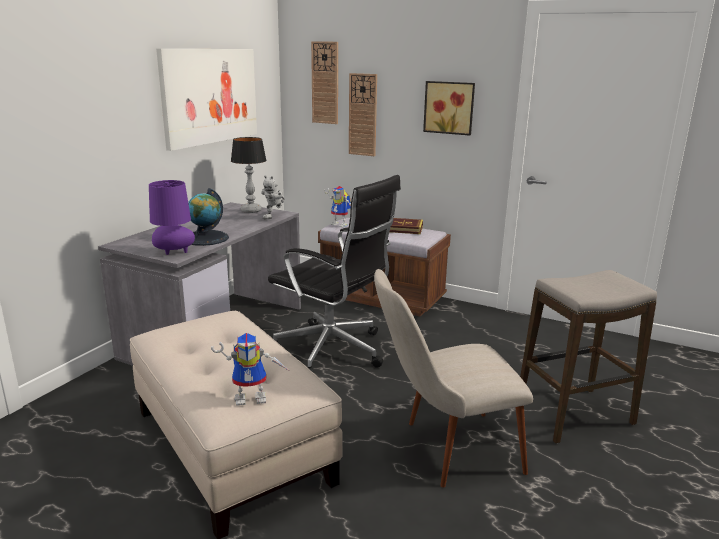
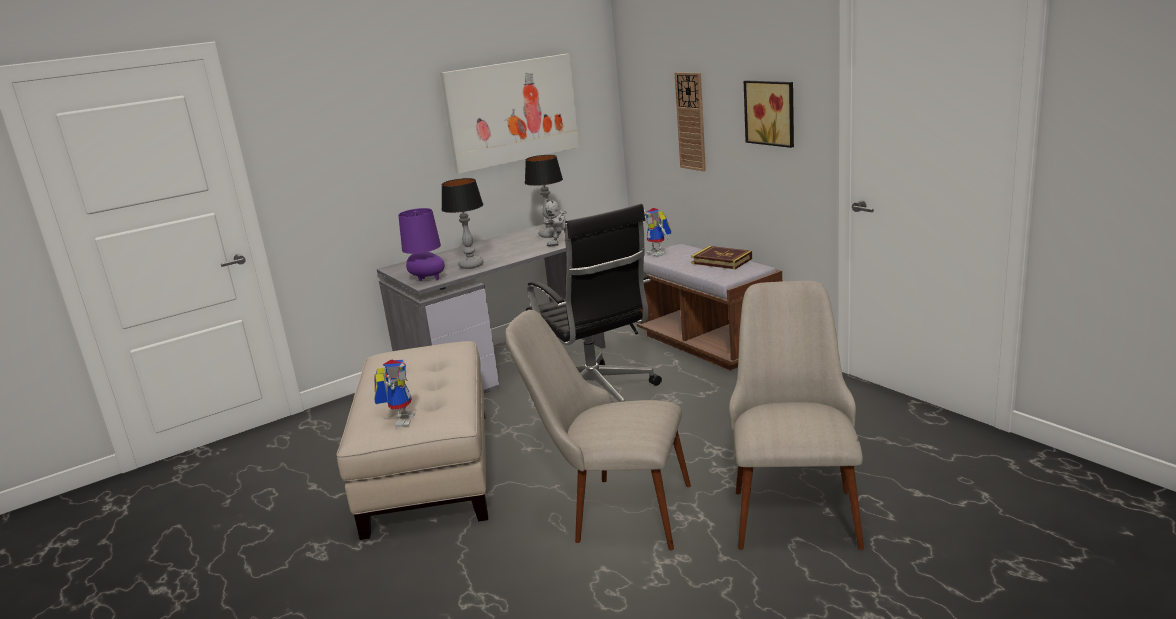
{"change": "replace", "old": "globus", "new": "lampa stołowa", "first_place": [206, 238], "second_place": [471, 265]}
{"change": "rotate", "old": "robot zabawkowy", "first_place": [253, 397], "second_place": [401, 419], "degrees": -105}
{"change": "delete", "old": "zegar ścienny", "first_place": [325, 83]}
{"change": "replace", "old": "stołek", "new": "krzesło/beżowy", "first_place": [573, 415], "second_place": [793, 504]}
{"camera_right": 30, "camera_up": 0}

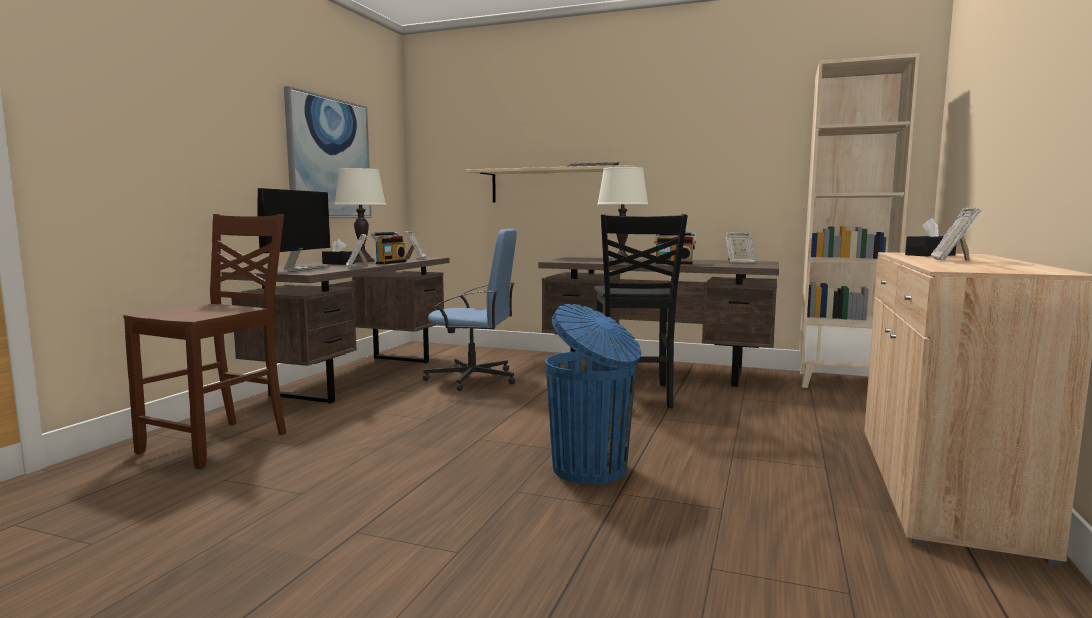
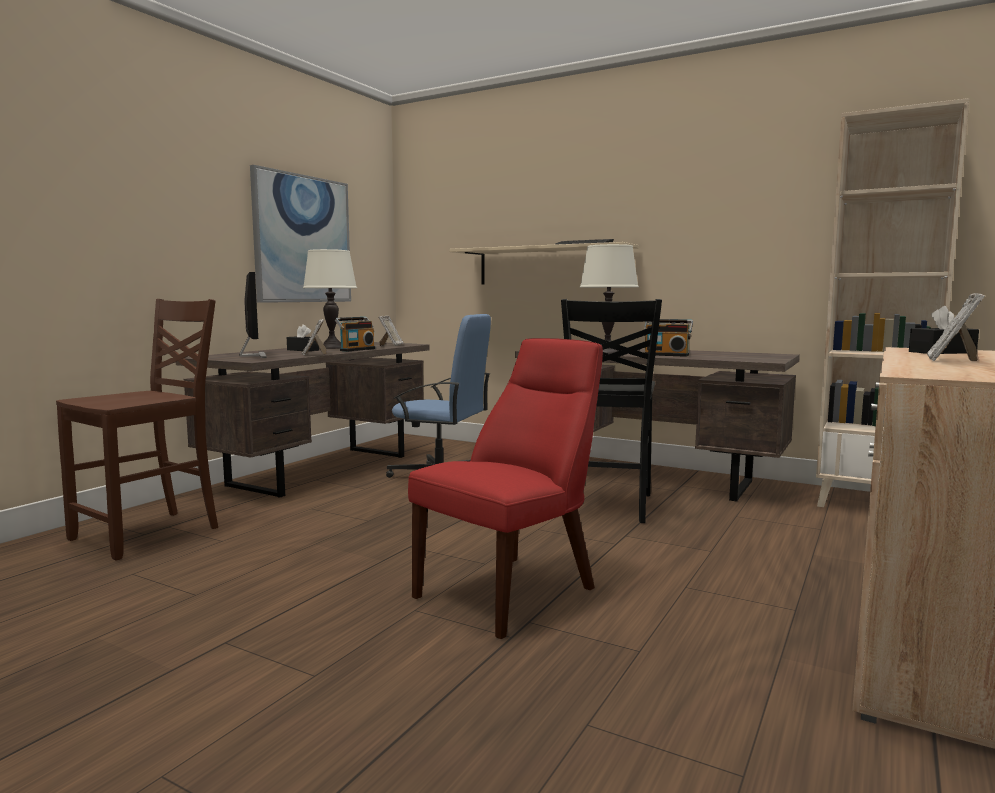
{"change": "rotate", "old": "monitor", "first_place": [298, 269], "second_place": [252, 355], "degrees": -45}
{"change": "replace", "old": "kosz na śmieci/niebieski", "new": "krzesło/czerwony", "first_place": [592, 469], "second_place": [512, 590]}
{"change": "delete", "old": "ramka na zdjęcie", "first_place": [739, 263]}
{"camera_right": 10, "camera_up": 0}

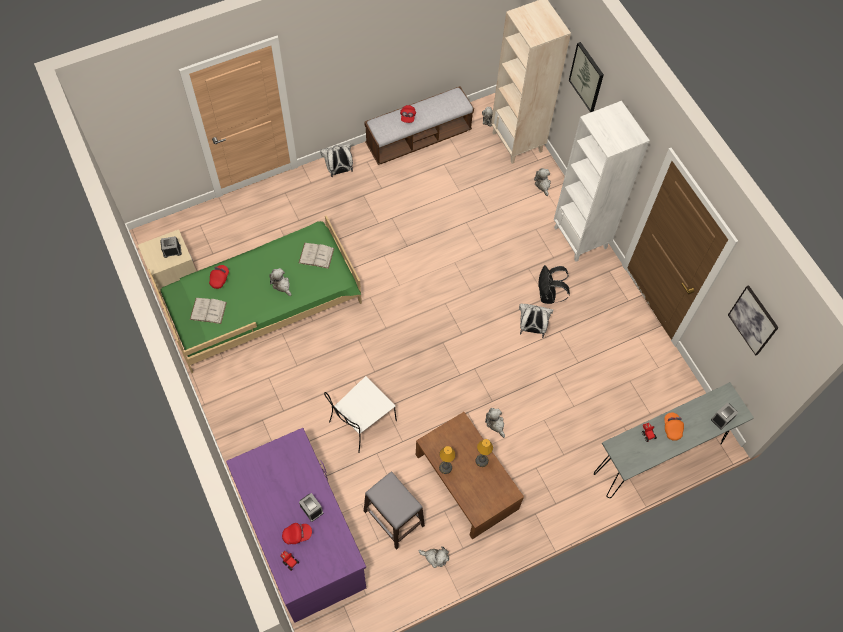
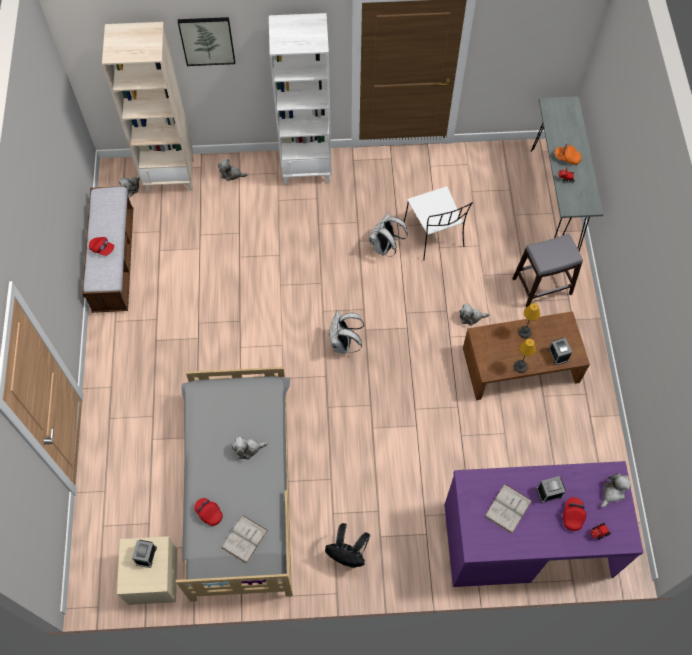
{"change": "recolor", "old": "łóżko/zielony", "new": "łóżko/szary", "first_place": [263, 303], "second_place": [239, 488]}
{"change": "move", "old": "książka/biały", "first_place": [316, 255], "second_place": [508, 508]}
{"change": "move", "old": "plecak/biały", "first_place": [339, 171], "second_place": [343, 344]}
{"change": "move", "old": "krzesło/biały", "first_place": [361, 422], "second_place": [434, 235]}
{"change": "move", "old": "stołek/szary", "first_place": [394, 518], "second_place": [541, 286]}
{"change": "move", "old": "pluszak", "first_place": [435, 557], "second_place": [612, 492]}
{"change": "move", "old": "plecak/czarny", "first_place": [548, 295], "second_place": [348, 555]}
{"change": "move", "old": "budzik", "first_place": [722, 418], "second_place": [558, 354]}
{"change": "delete", "old": "obraz", "first_place": [753, 320]}
{"camera_right": -65, "camera_up": 0}

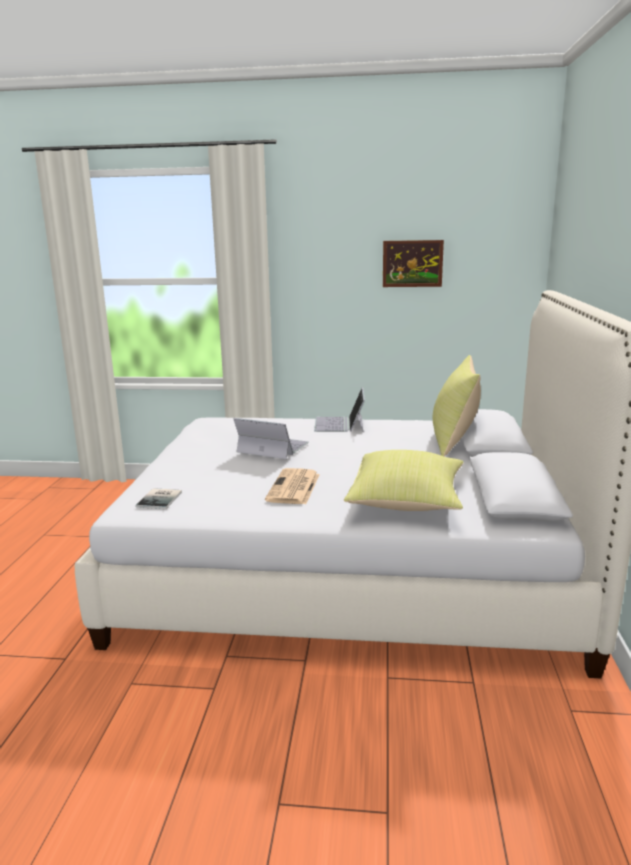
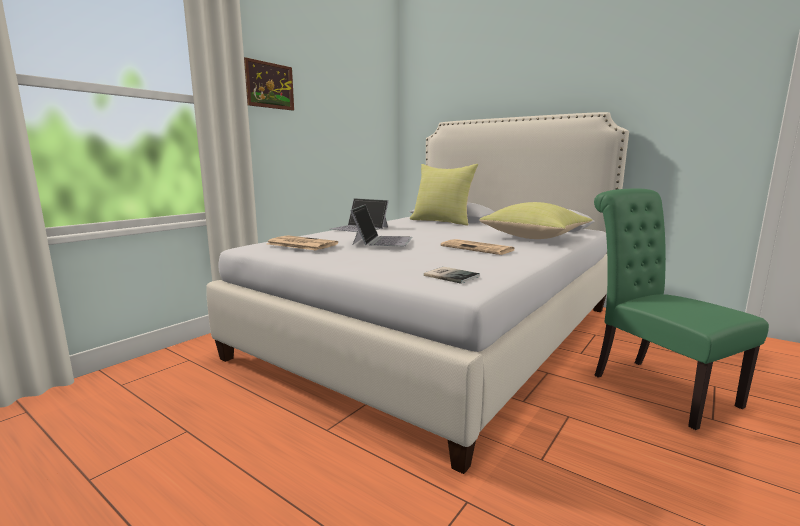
{"change": "rotate", "old": "laptop", "first_place": [272, 447], "second_place": [382, 240], "degrees": 135}
{"change": "move", "old": "obraz", "first_place": [412, 263], "second_place": [269, 85]}
{"change": "insert", "new": "gazeta", "second_place": [300, 244]}
{"change": "insert", "new": "krzesło/zielony", "second_place": [655, 386]}
{"camera_right": -60, "camera_up": -5}

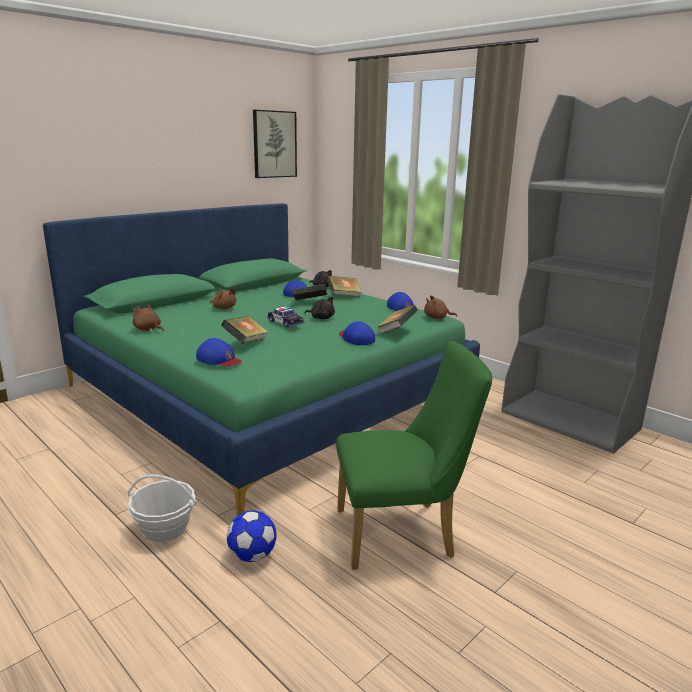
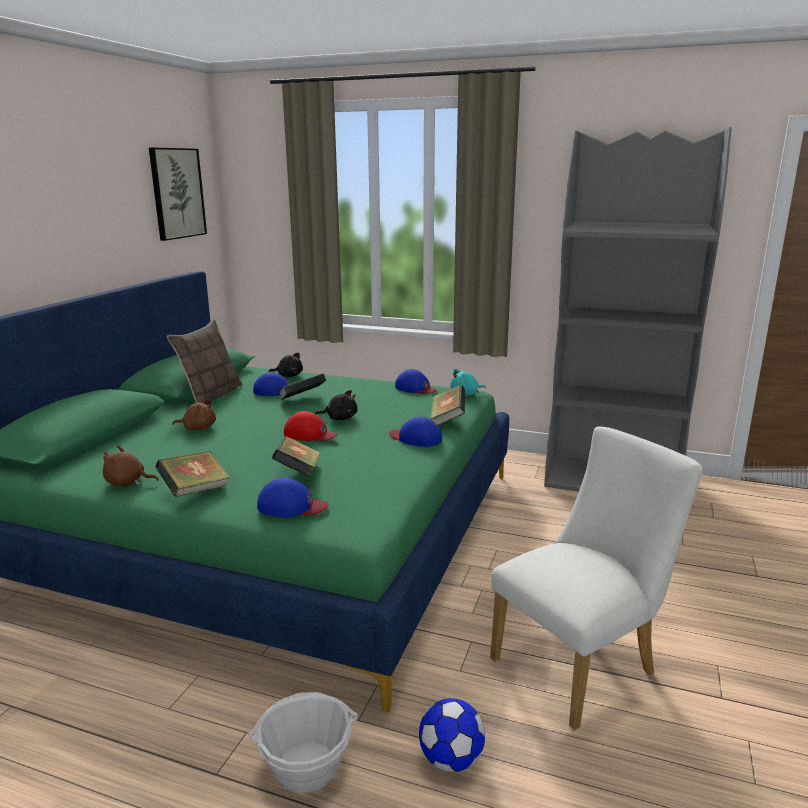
{"change": "replace", "old": "samochodzik", "new": "czapka z daszkiem/czerwony", "first_place": [285, 322], "second_place": [310, 434]}
{"change": "move", "old": "książka", "first_place": [344, 296], "second_place": [195, 491]}
{"change": "recolor", "old": "krzesło/zielony", "new": "krzesło/biały", "first_place": [403, 533], "second_place": [581, 663]}
{"change": "recolor", "old": "pluszak/brązowy", "new": "pluszak/turkusowy", "first_place": [437, 318], "second_place": [466, 394]}
{"change": "insert", "new": "poduszka", "second_place": [211, 395]}
{"camera_right": -25, "camera_up": 0}

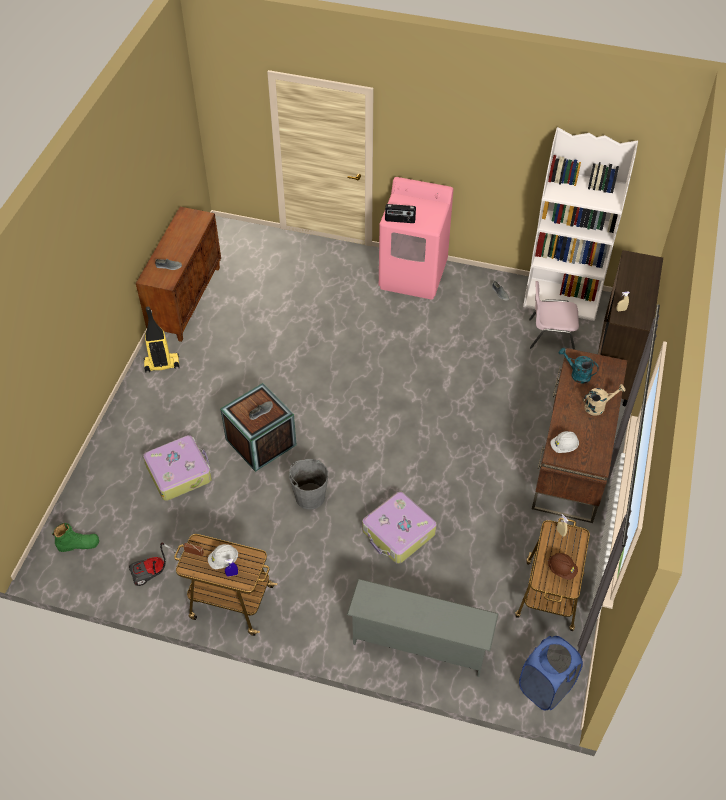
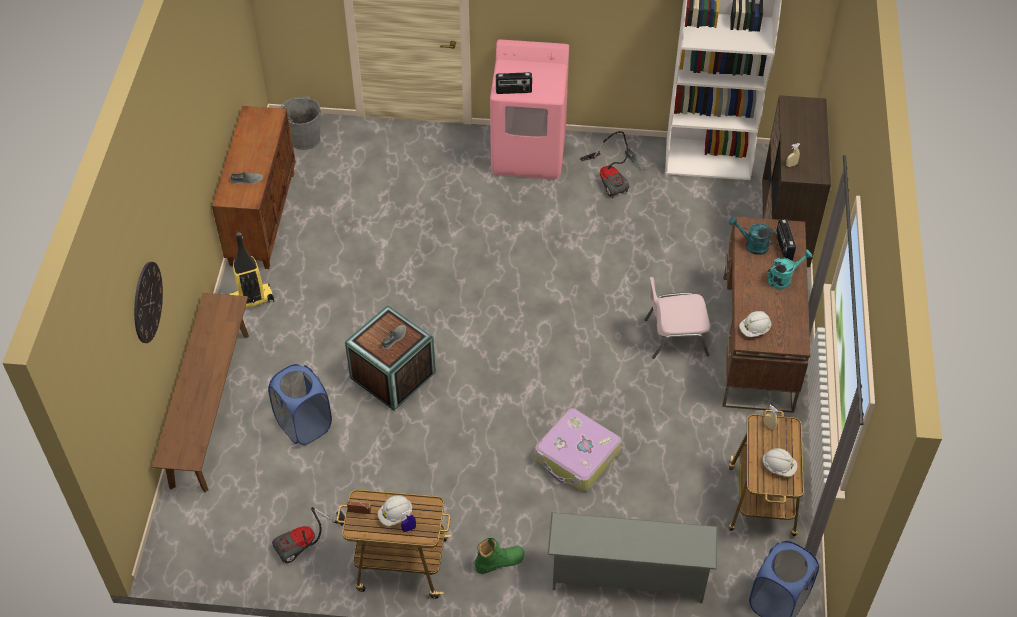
{"change": "move", "old": "but z cholewką/zielony", "first_place": [78, 544], "second_place": [499, 561]}
{"change": "replace", "old": "walizka", "new": "kosz na pranie/niebieski", "first_place": [179, 472], "second_place": [304, 424]}
{"change": "move", "old": "wiadro/szary", "first_place": [310, 496], "second_place": [304, 139]}
{"change": "move", "old": "krzesło/różowy", "first_place": [550, 334], "second_place": [674, 336]}
{"change": "recolor", "old": "kask/brązowy", "new": "kask/biały", "first_place": [561, 570], "second_place": [778, 467]}
{"change": "recolor", "old": "konewka/beżowy", "new": "konewka/turkusowy", "first_place": [598, 406], "second_place": [783, 279]}
{"change": "insert", "new": "zegar ścienny", "second_place": [147, 302]}
{"change": "insert", "new": "ławka/brązowy", "second_place": [210, 408]}
{"change": "insert", "new": "odkurzacz", "second_place": [609, 178]}
{"change": "insert", "new": "radio", "second_place": [783, 247]}
{"camera_right": -10, "camera_up": 0}

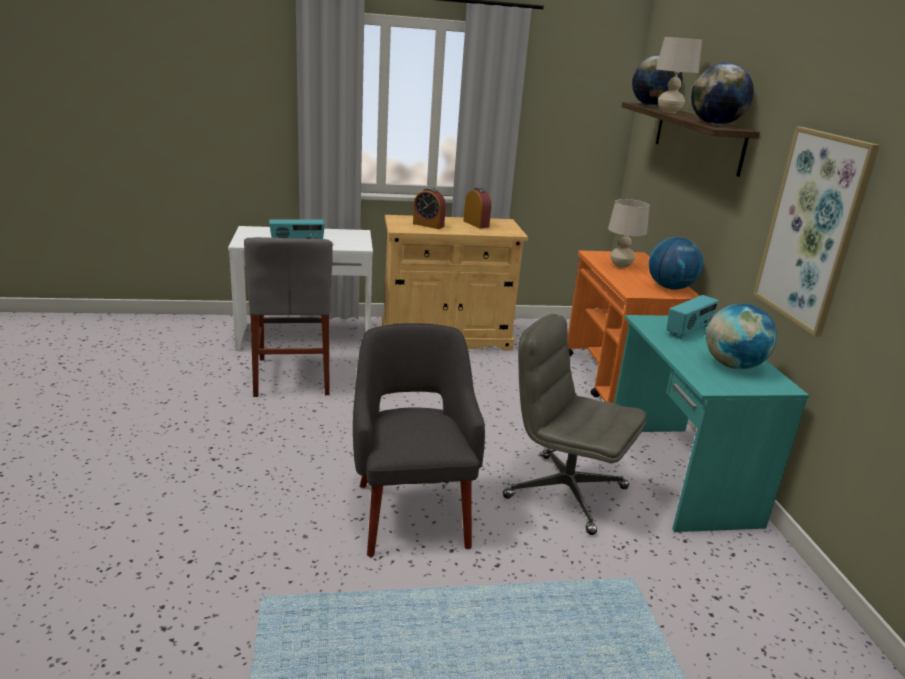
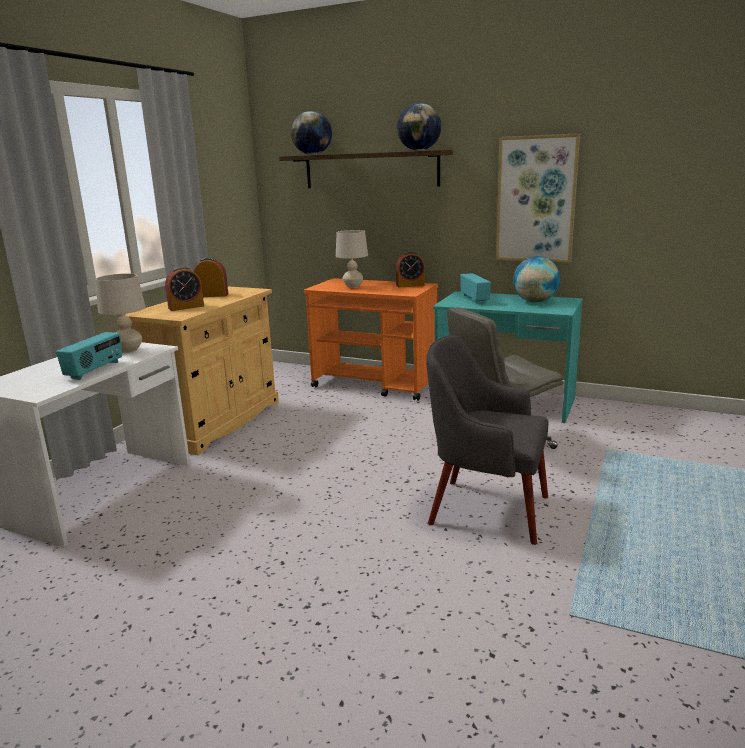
{"change": "delete", "old": "krzesło/szary", "first_place": [293, 376]}
{"change": "replace", "old": "globus", "new": "budzik", "first_place": [670, 288], "second_place": [410, 285]}
{"change": "move", "old": "lampa stołowa/beżowy", "first_place": [669, 112], "second_place": [128, 350]}
{"camera_right": -55, "camera_up": -5}

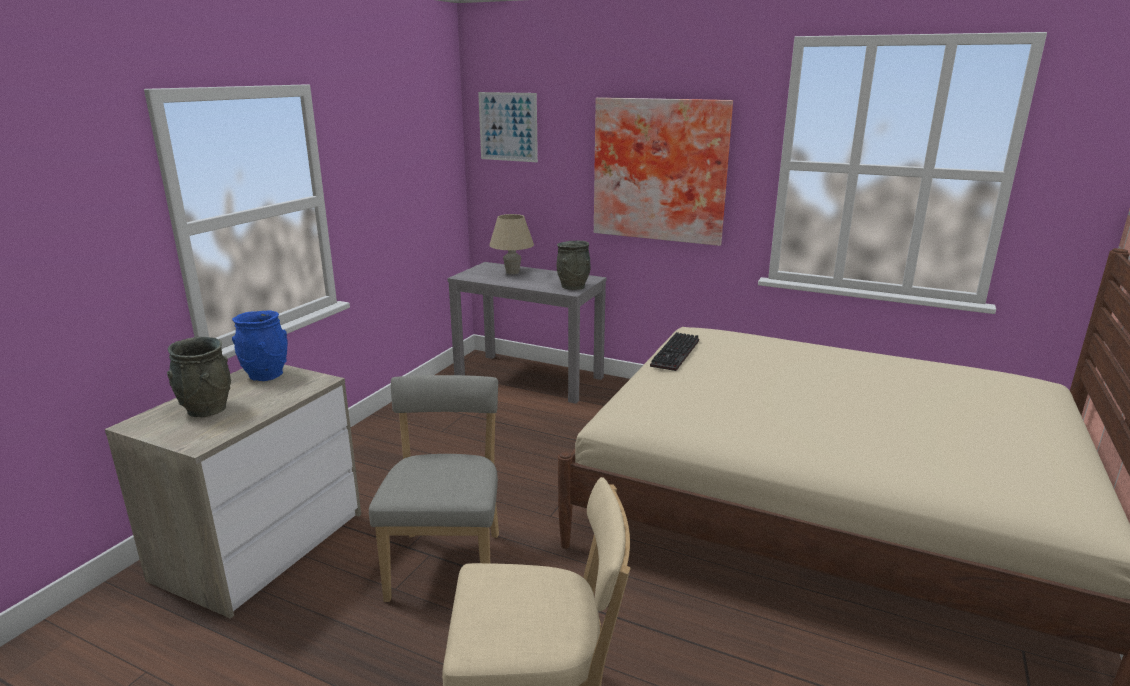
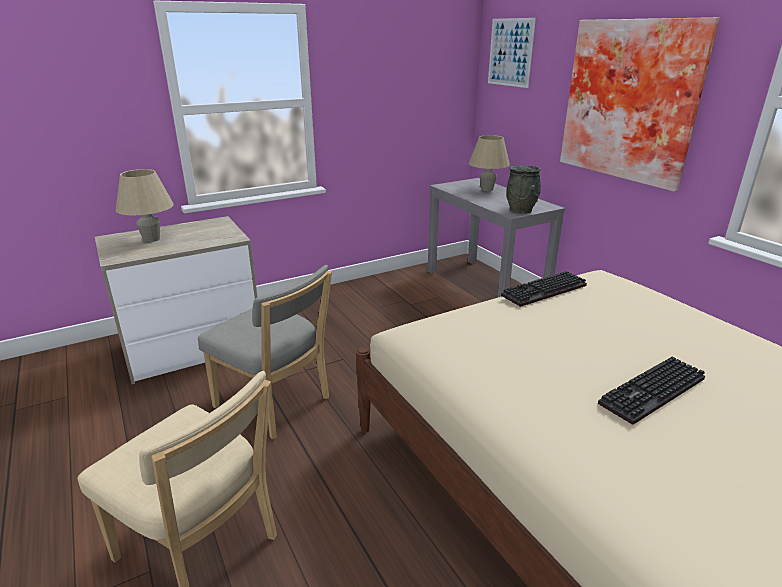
{"change": "replace", "old": "wazon/szary", "new": "lampa stołowa/beżowy", "first_place": [206, 409], "second_place": [151, 239]}
{"change": "delete", "old": "wazon/niebieski", "first_place": [266, 374]}
{"change": "rotate", "old": "krzesło/szary", "first_place": [448, 562], "second_place": [276, 404], "degrees": 90}
{"change": "insert", "new": "klawiatura", "second_place": [653, 393]}
{"camera_right": 35, "camera_up": 5}

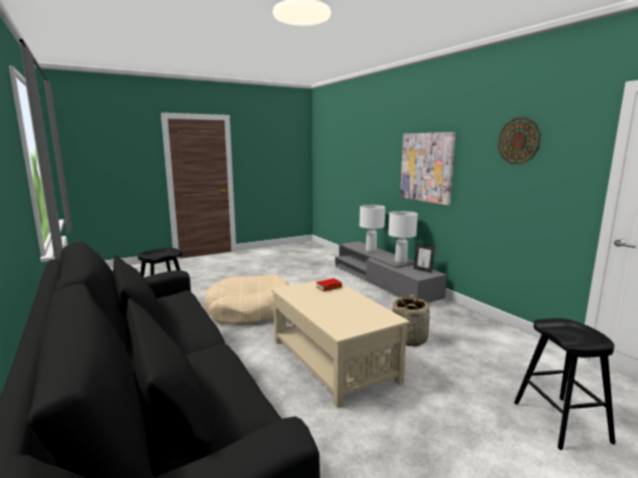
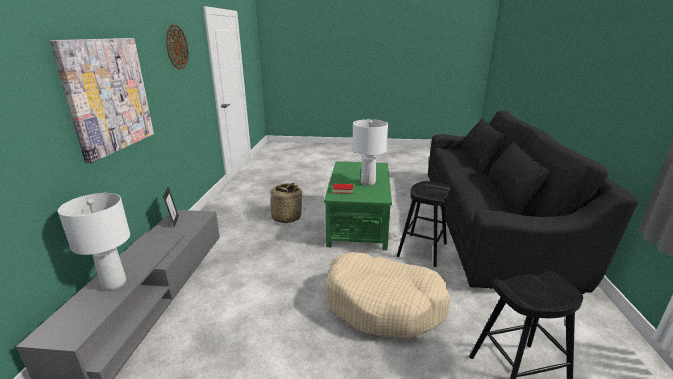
{"change": "recolor", "old": "ława/beżowy", "new": "ława/zielony", "first_place": [333, 360], "second_place": [358, 222]}
{"change": "move", "old": "lampa stołowa/biały", "first_place": [401, 262], "second_place": [368, 182]}
{"change": "move", "old": "stołek/czarny", "first_place": [560, 421], "second_place": [422, 250]}
{"camera_right": -145, "camera_up": 10}

